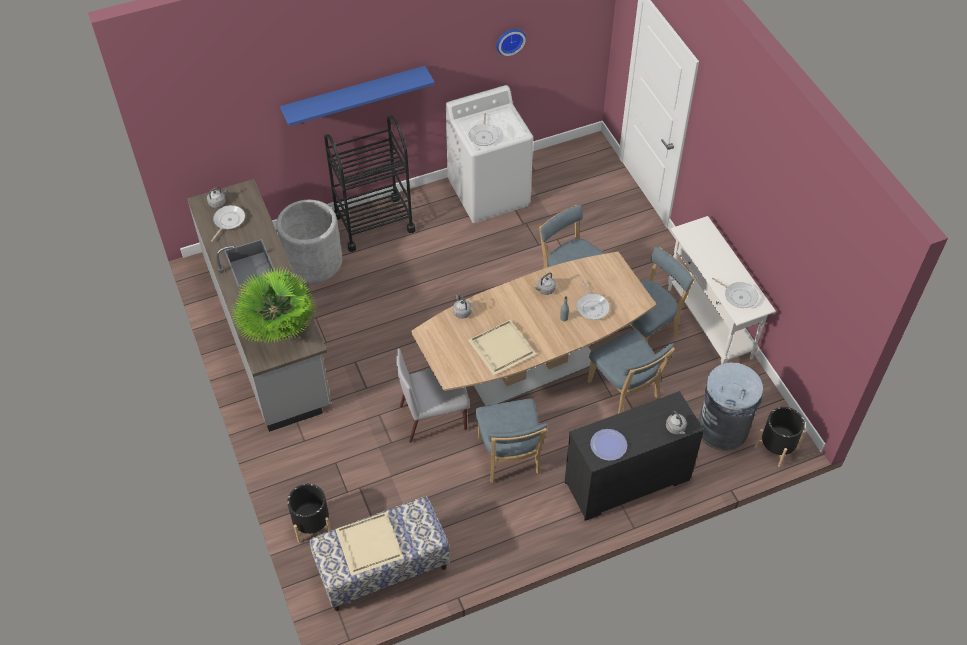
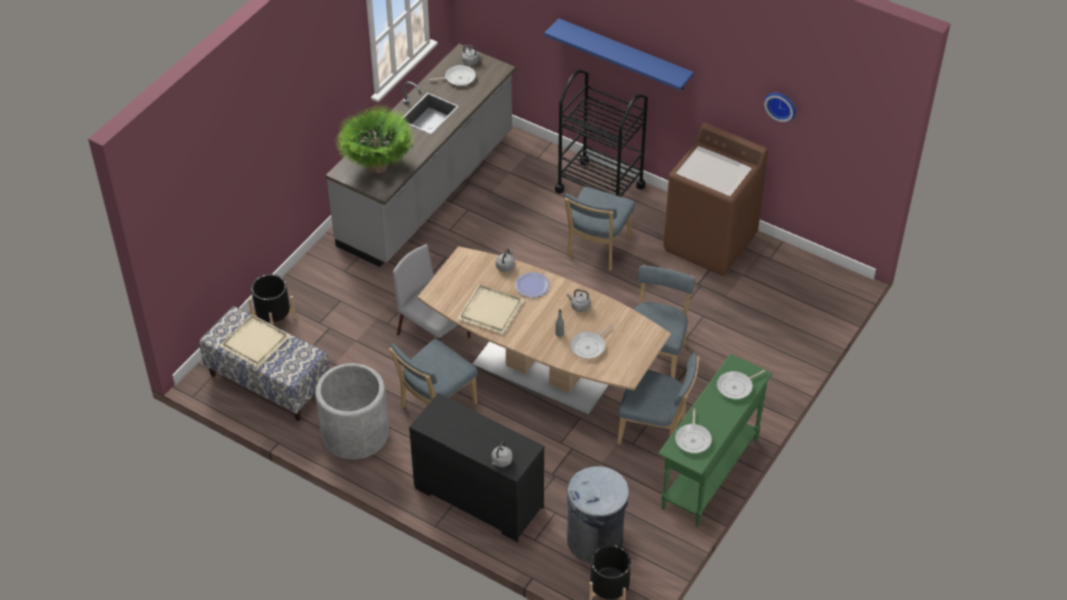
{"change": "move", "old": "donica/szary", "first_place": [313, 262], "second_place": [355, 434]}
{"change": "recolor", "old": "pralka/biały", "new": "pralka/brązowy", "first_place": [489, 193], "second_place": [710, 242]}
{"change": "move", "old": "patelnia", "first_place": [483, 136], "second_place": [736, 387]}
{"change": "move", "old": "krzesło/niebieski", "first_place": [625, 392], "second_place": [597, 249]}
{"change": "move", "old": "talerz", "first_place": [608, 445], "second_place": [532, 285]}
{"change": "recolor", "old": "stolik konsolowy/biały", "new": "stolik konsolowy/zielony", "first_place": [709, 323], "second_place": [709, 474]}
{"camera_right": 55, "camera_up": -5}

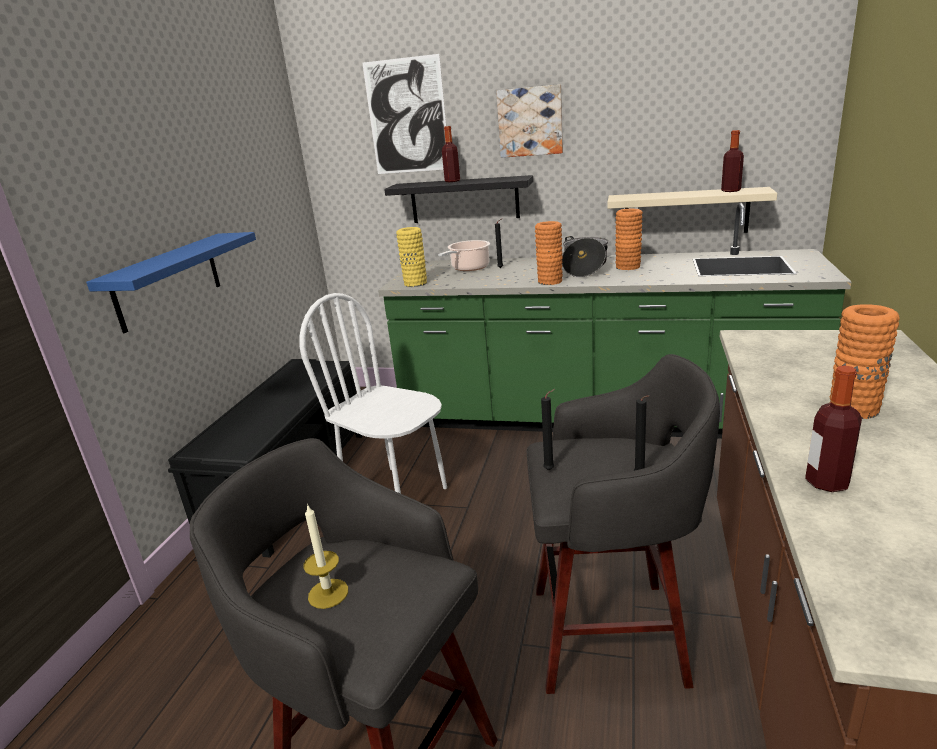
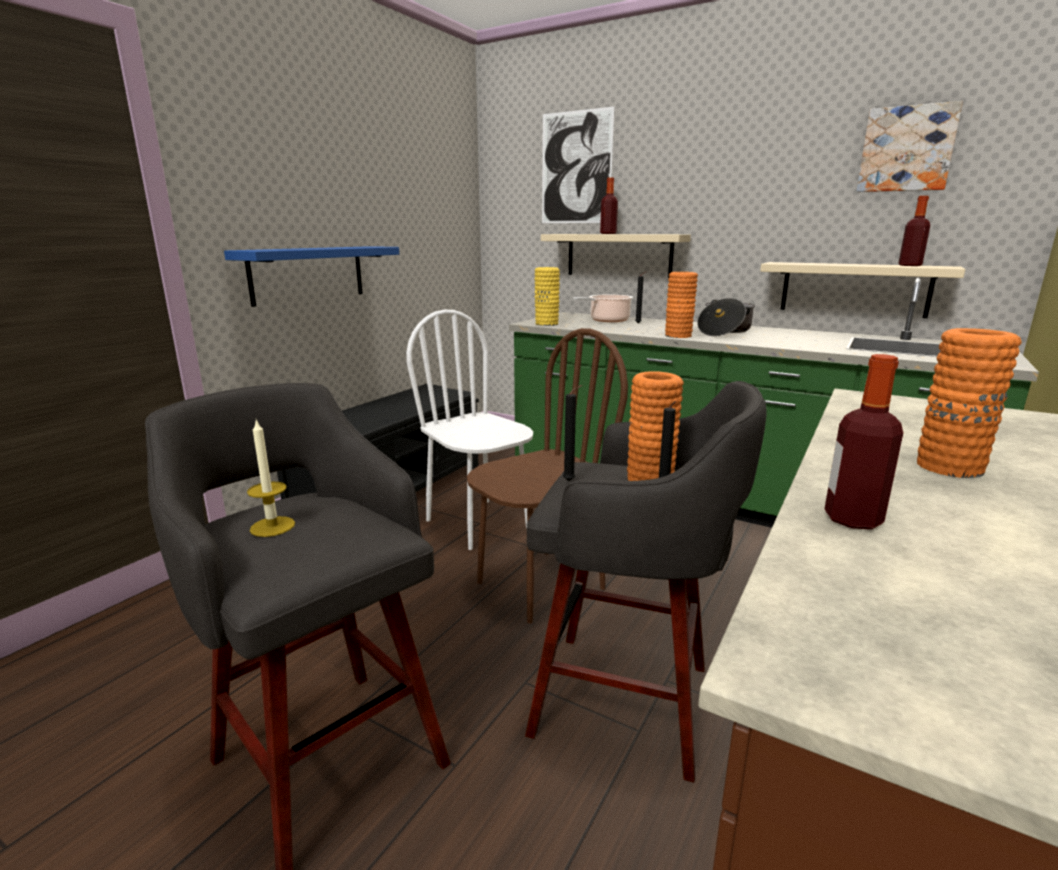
{"change": "recolor", "old": "półka/czarny", "new": "półka/beżowy", "first_place": [464, 200], "second_place": [619, 255]}
{"change": "move", "old": "obraz", "first_place": [530, 121], "second_place": [906, 149]}
{"change": "move", "old": "wazon/pomarańczowy", "first_place": [628, 267], "second_place": [650, 479]}
{"change": "insert", "new": "krzesło/brązowy", "second_place": [540, 585]}
{"camera_right": 15, "camera_up": -5}

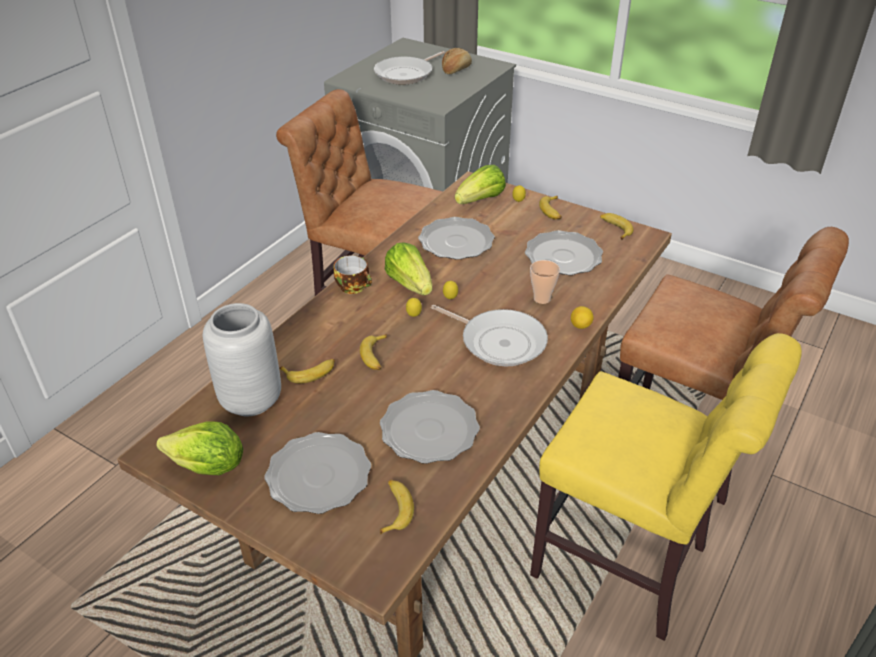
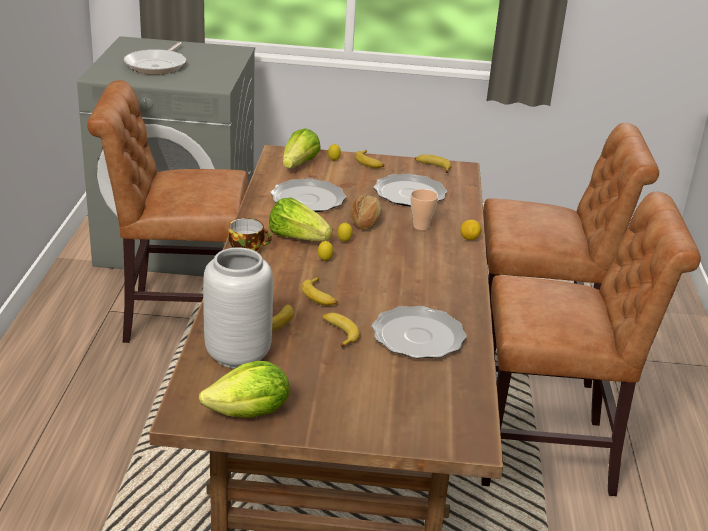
{"change": "delete", "old": "talerz", "first_place": [318, 475]}
{"change": "move", "old": "banan", "first_place": [394, 509], "second_place": [338, 333]}
{"change": "delete", "old": "patelnia", "first_place": [499, 341]}
{"change": "move", "old": "chleb", "first_place": [456, 69], "second_place": [365, 221]}
{"change": "recolor", "old": "krzesło/żółty", "new": "krzesło/brązowy", "first_place": [628, 566], "second_place": [552, 453]}
{"camera_right": -30, "camera_up": -10}

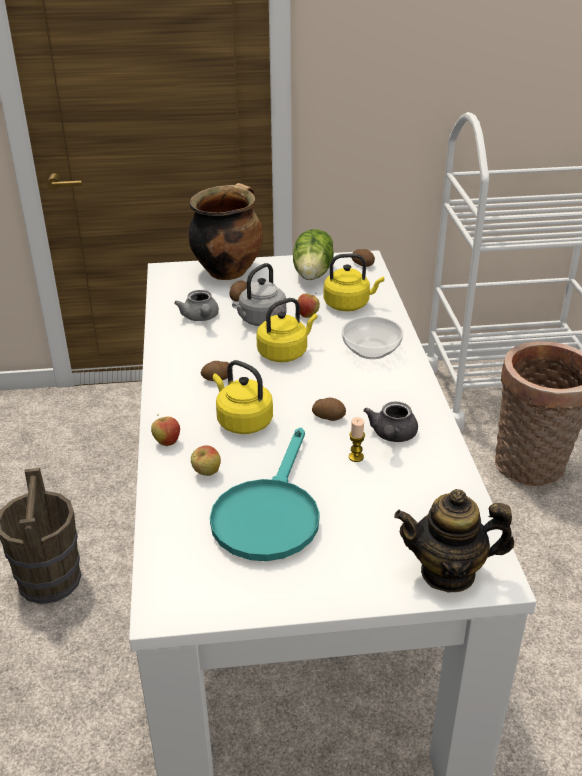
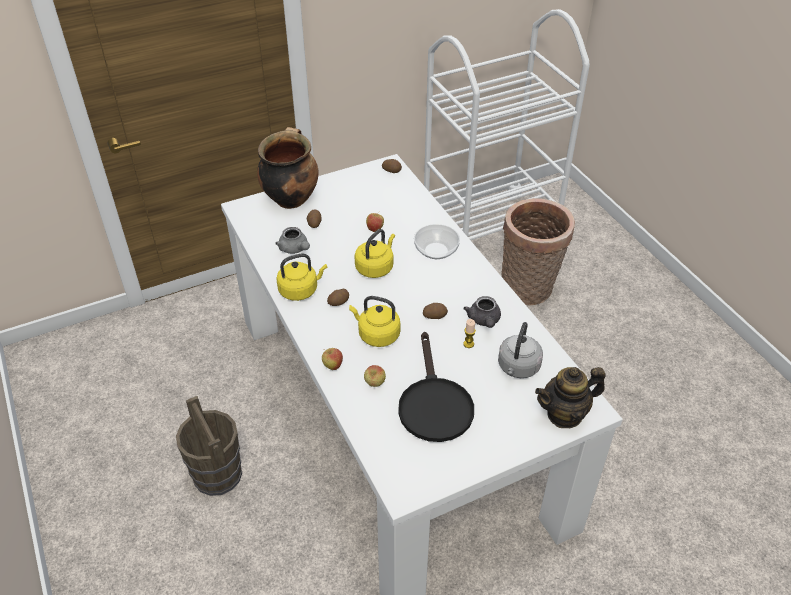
{"change": "recolor", "old": "patelnia/turkusowy", "new": "patelnia/czarny", "first_place": [269, 514], "second_place": [433, 403]}
{"change": "move", "old": "czajnik/szary", "first_place": [260, 320], "second_place": [518, 368]}
{"change": "delete", "old": "sałata", "first_place": [313, 274]}
{"change": "move", "old": "czajnik/żółty", "first_place": [349, 304], "second_place": [300, 290]}
{"camera_right": -20, "camera_up": 10}

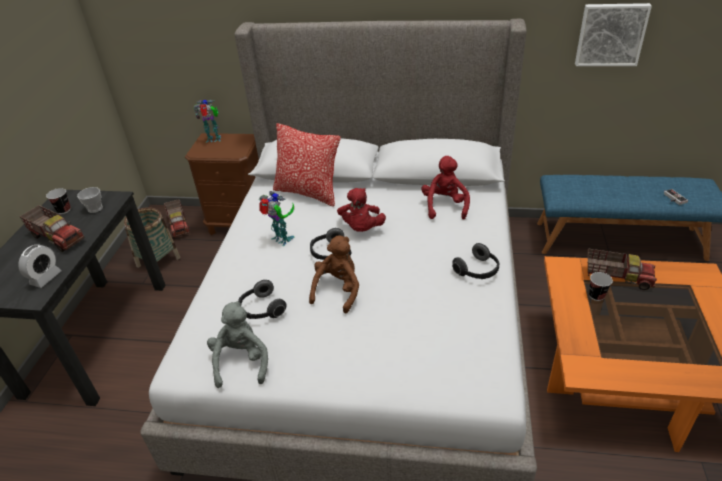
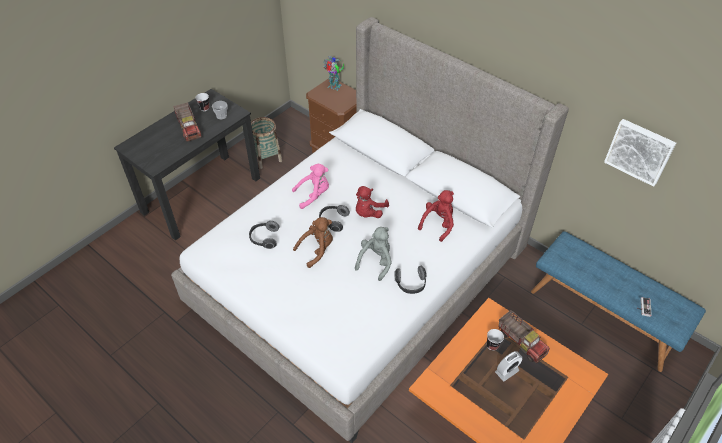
{"change": "move", "old": "budzik", "first_place": [46, 278], "second_place": [506, 371]}
{"change": "delete", "old": "ciężarówka zabawkowa", "first_place": [179, 225]}
{"change": "move", "old": "pluszak/szary", "first_place": [241, 362], "second_place": [376, 261]}
{"change": "replace", "old": "robot zabawkowy", "new": "pluszak/różowy", "first_place": [281, 240], "second_place": [313, 195]}
{"change": "delete", "old": "poduszka", "first_place": [308, 193]}
{"camera_right": 30, "camera_up": 10}

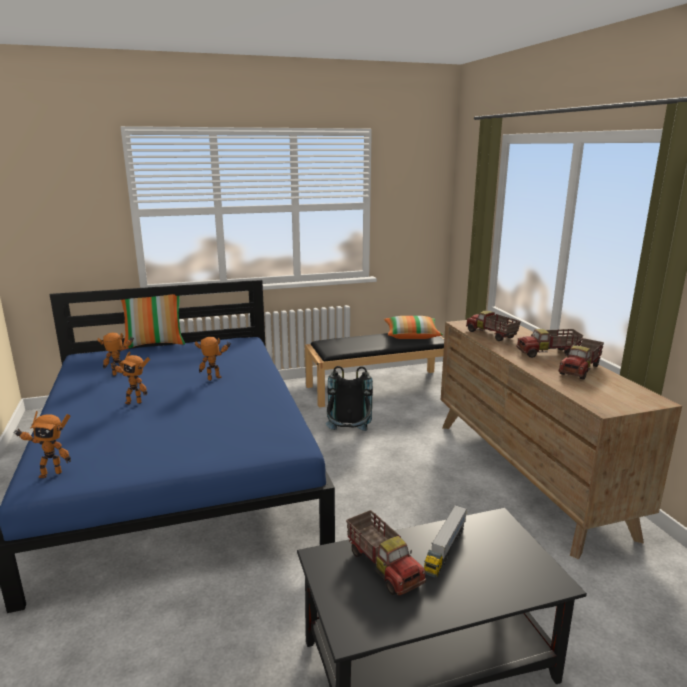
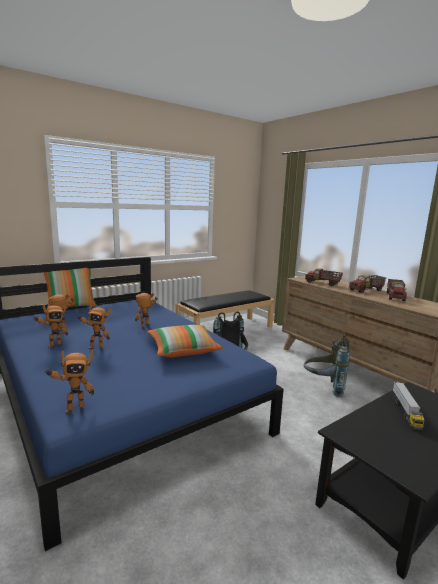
{"change": "delete", "old": "ciężarówka zabawkowa", "first_place": [384, 566]}
{"change": "move", "old": "poduszka", "first_place": [412, 336], "second_place": [183, 350]}
{"change": "insert", "new": "robot zabawkowy", "second_place": [53, 345]}
{"change": "insert", "new": "plecak/szary", "second_place": [324, 387]}
{"camera_right": -20, "camera_up": -5}

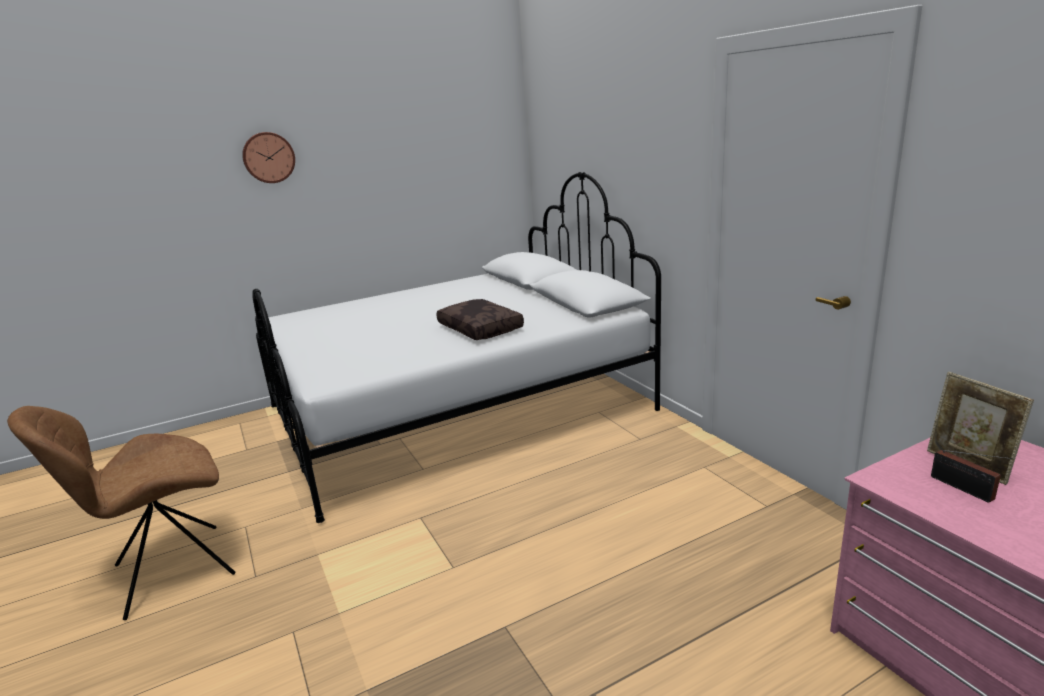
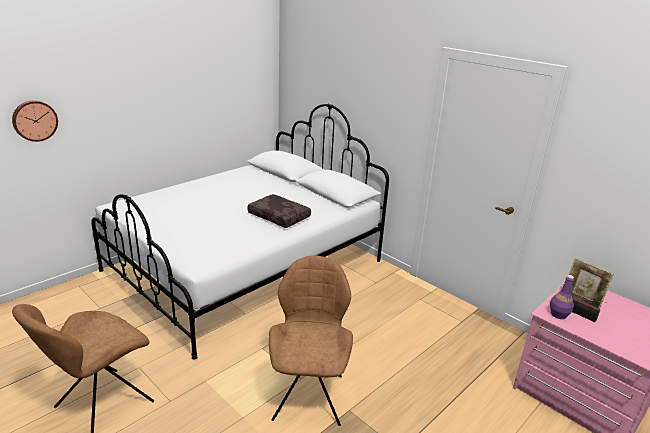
{"change": "move", "old": "zegar ścienny", "first_place": [268, 157], "second_place": [34, 120]}
{"change": "insert", "new": "krzesło/brązowy", "second_place": [309, 395]}
{"change": "insert", "new": "butelka/fioletowy", "second_place": [558, 314]}
{"camera_right": -20, "camera_up": 5}

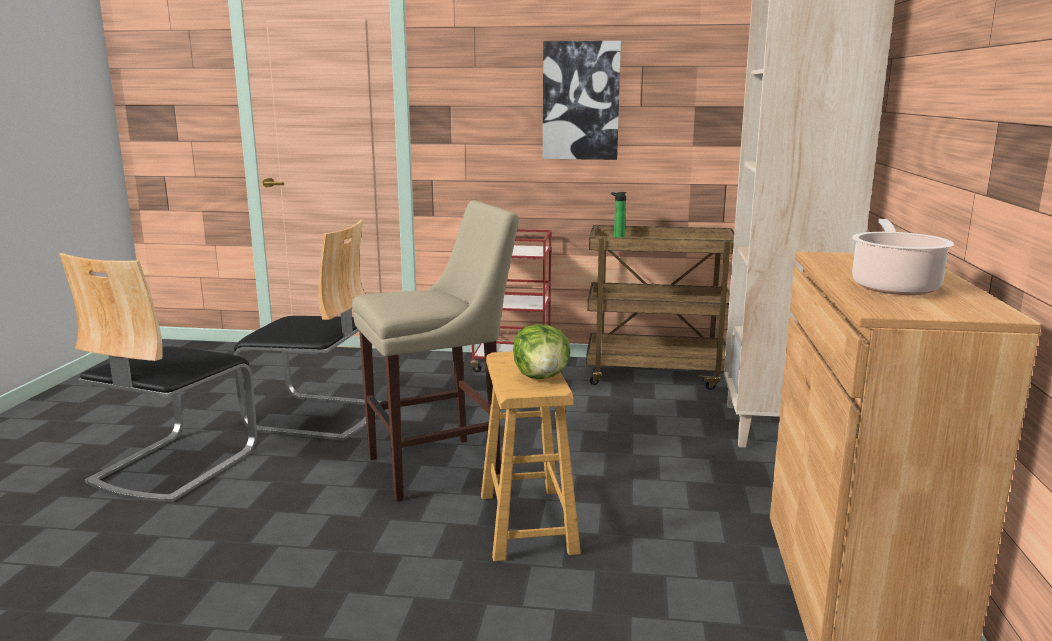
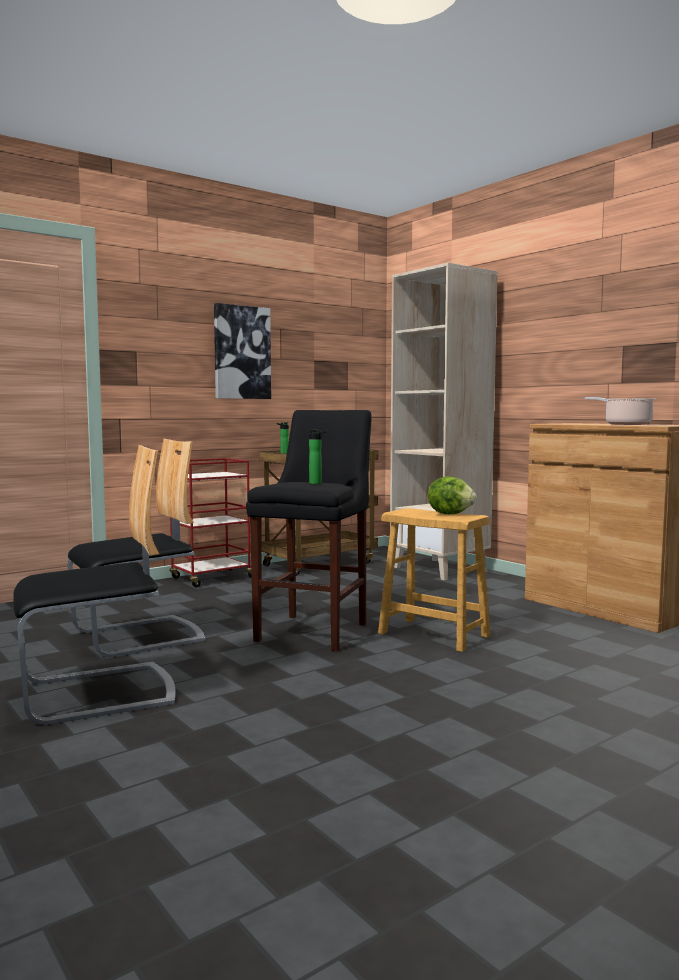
{"change": "rotate", "old": "krzesło", "first_place": [174, 465], "second_place": [98, 693], "degrees": -90}
{"change": "recolor", "old": "stołek/beżowy", "new": "stołek/czarny", "first_place": [441, 466], "second_place": [315, 630]}
{"change": "insert", "new": "butelka", "second_place": [317, 483]}
{"camera_right": -45, "camera_up": -10}

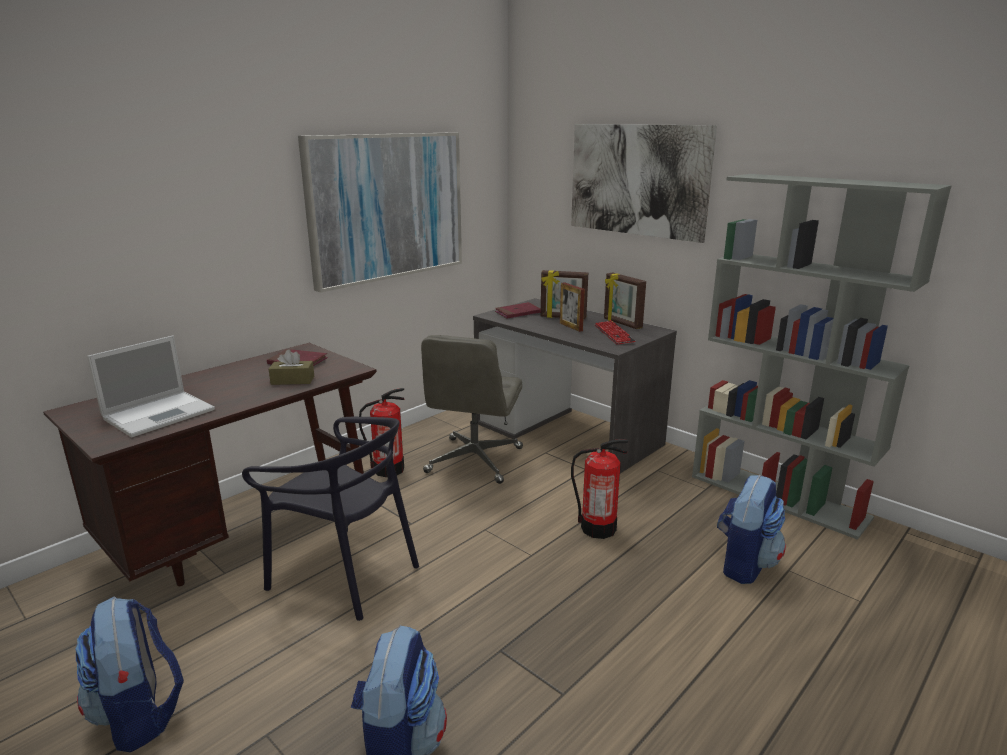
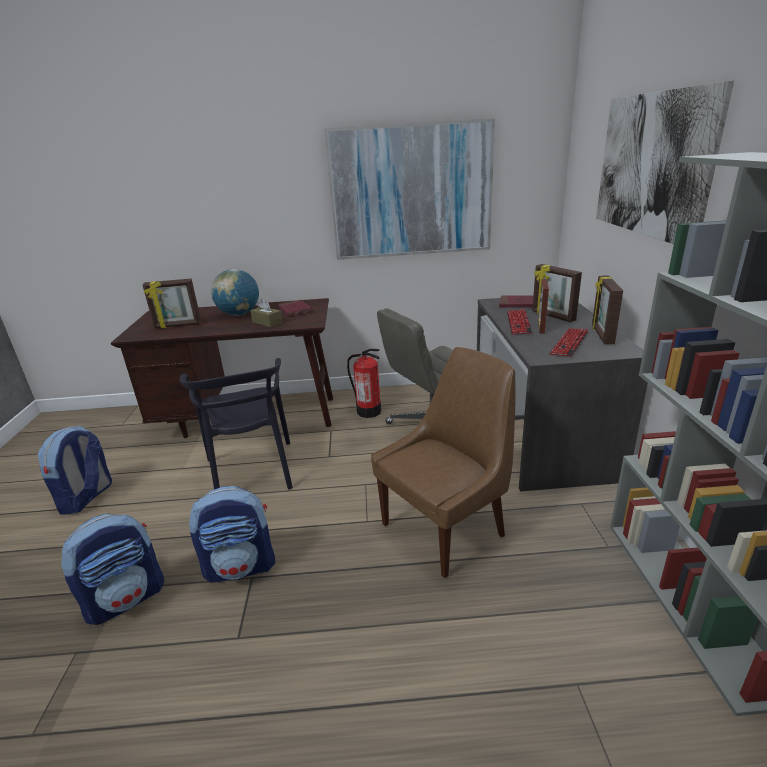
{"change": "replace", "old": "laptop", "new": "ramka na zdjęcie", "first_place": [161, 413], "second_place": [178, 325]}
{"change": "replace", "old": "gaśnica", "new": "krzesło/brązowy", "first_place": [597, 528], "second_place": [446, 528]}
{"change": "move", "old": "plecak", "first_place": [744, 564], "second_place": [241, 566]}
{"change": "insert", "new": "globus", "second_place": [239, 314]}
{"change": "insert", "new": "klawiatura", "second_place": [518, 323]}
{"camera_right": 45, "camera_up": 5}

